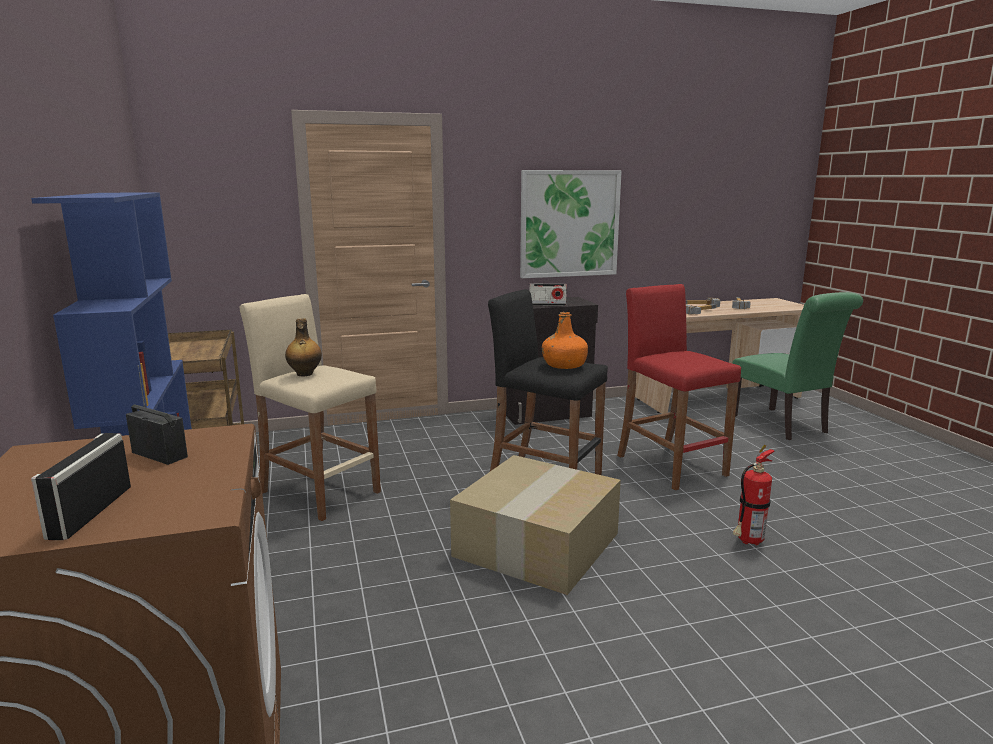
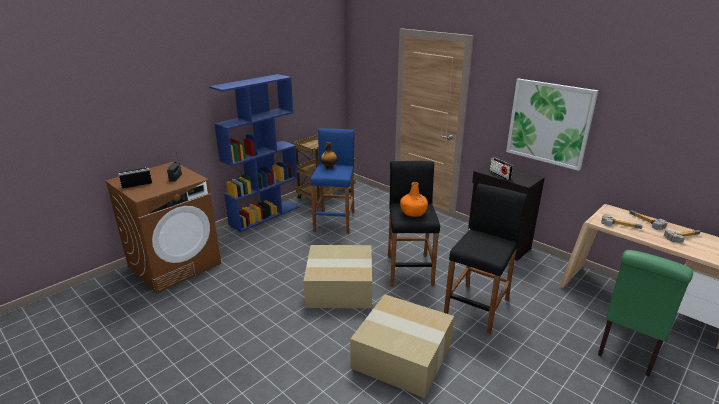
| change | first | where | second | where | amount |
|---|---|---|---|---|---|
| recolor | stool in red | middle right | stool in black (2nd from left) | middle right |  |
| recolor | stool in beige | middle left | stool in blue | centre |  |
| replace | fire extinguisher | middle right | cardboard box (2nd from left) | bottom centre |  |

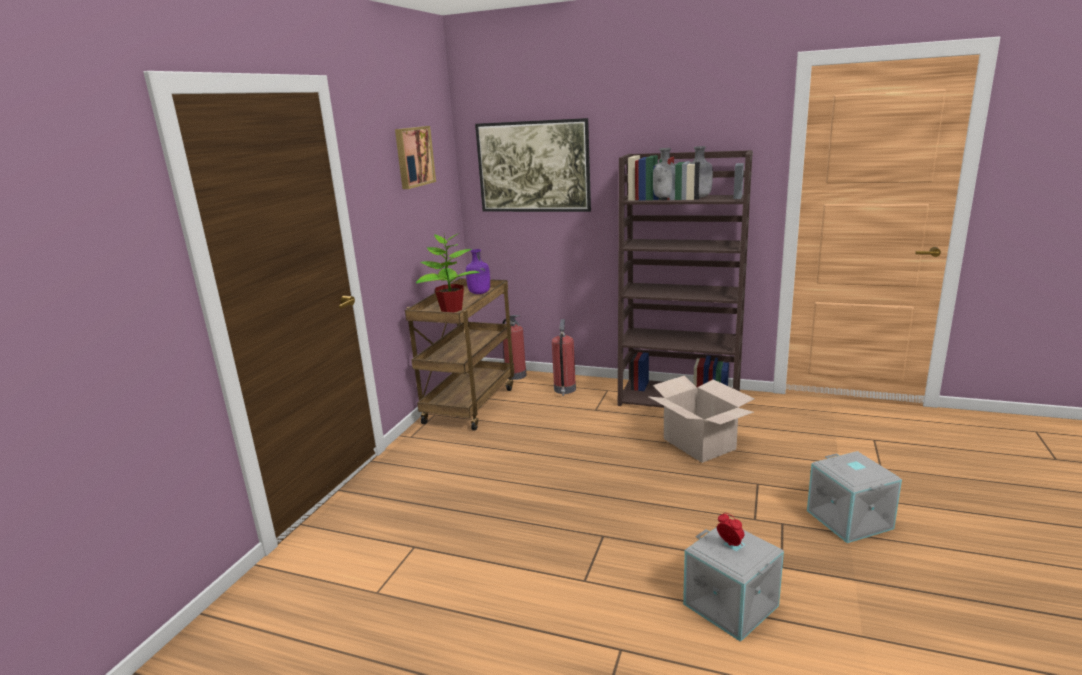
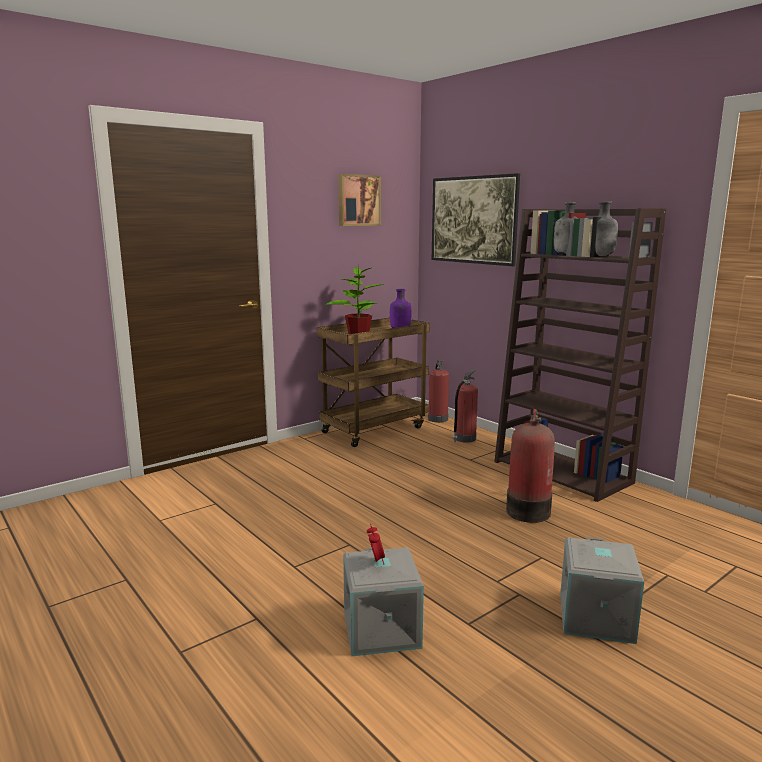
| change | first | where | second | where | amount |
|---|---|---|---|---|---|
| replace | cardboard box | centre | fire extinguisher (3rd from left) | middle right |  |

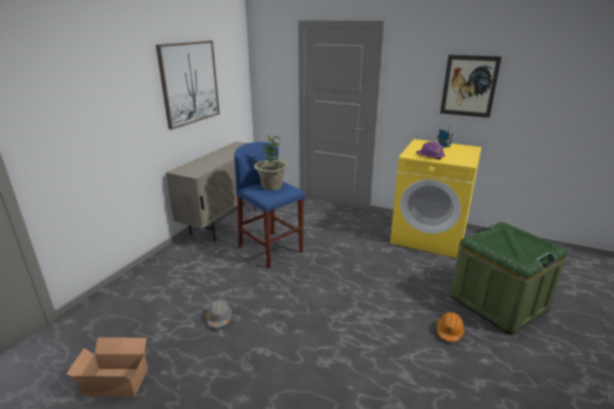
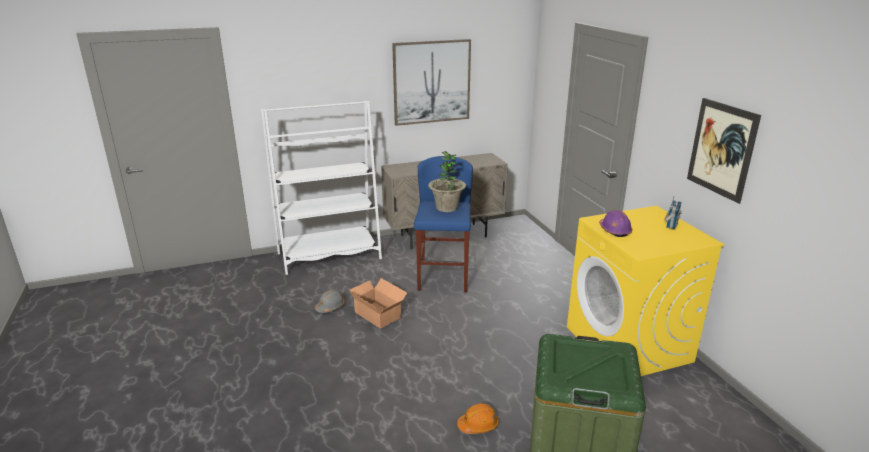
| change | first | where | second | where | amount |
|---|---|---|---|---|---|
| move | cardboard box | bottom left |  | bottom centre |  |
| insert |  |  | bookcase in white | centre |  |

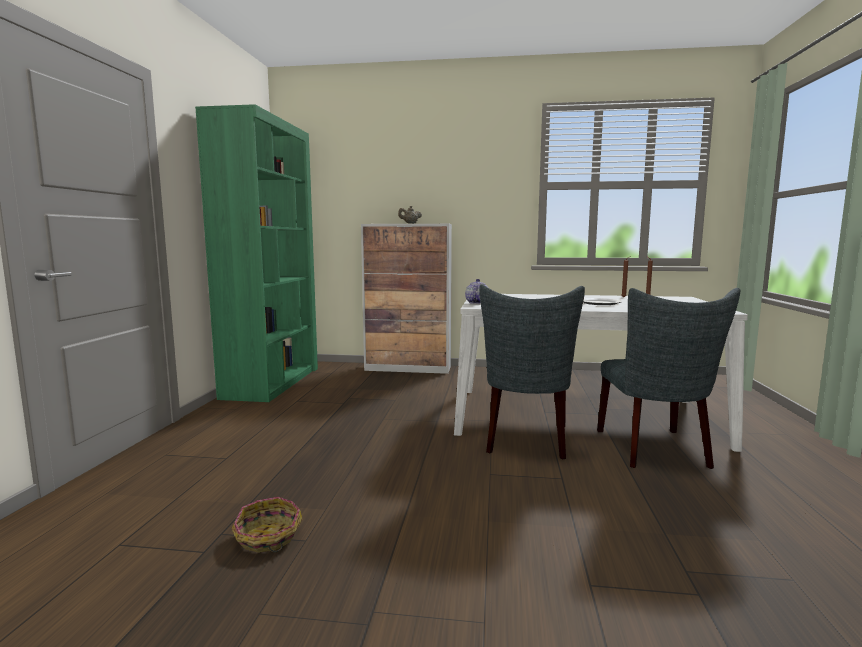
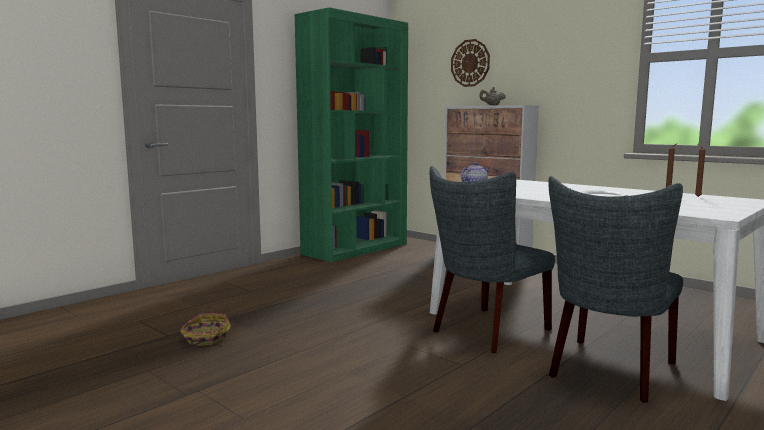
| change | first | where | second | where | amount |
|---|---|---|---|---|---|
| insert |  |  | wall clock | top centre |  |

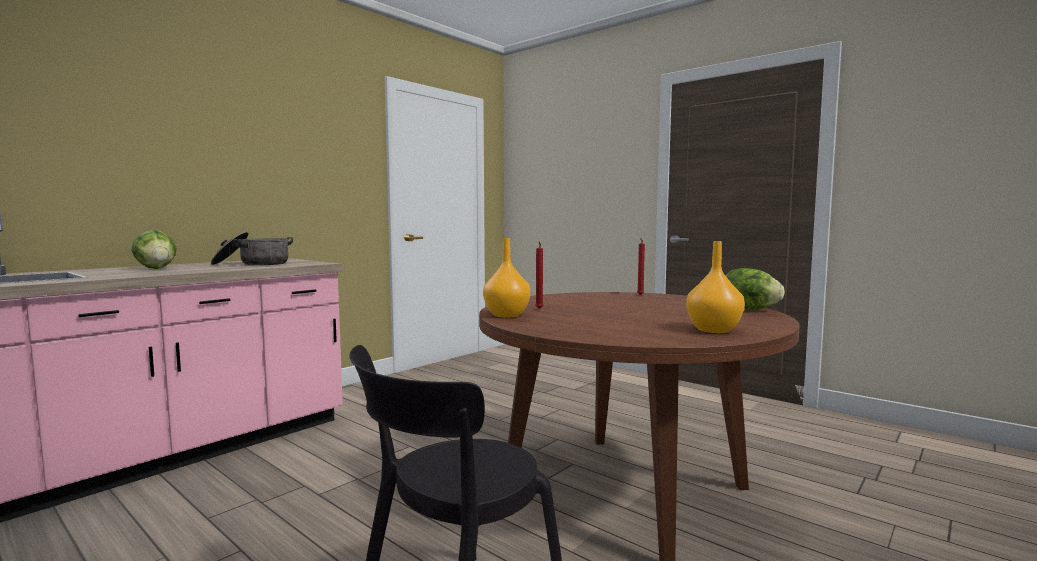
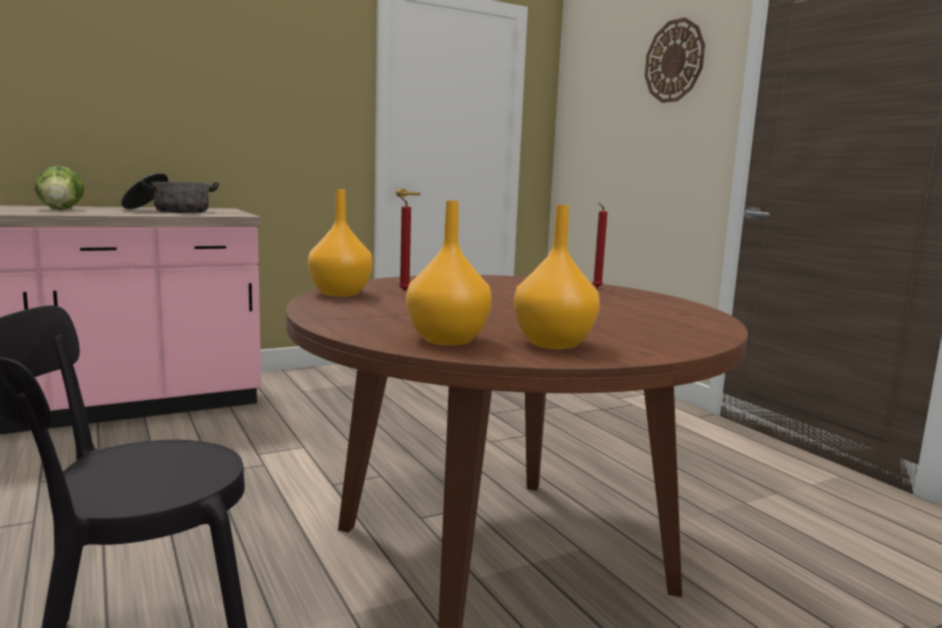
| change | first | where | second | where | amount |
|---|---|---|---|---|---|
| delete | lettuce (2nd from left) | middle right |  |  |  |
| insert |  |  | wall clock | top right |  |
| insert |  |  | vase in orange (2nd from left) | centre |  |

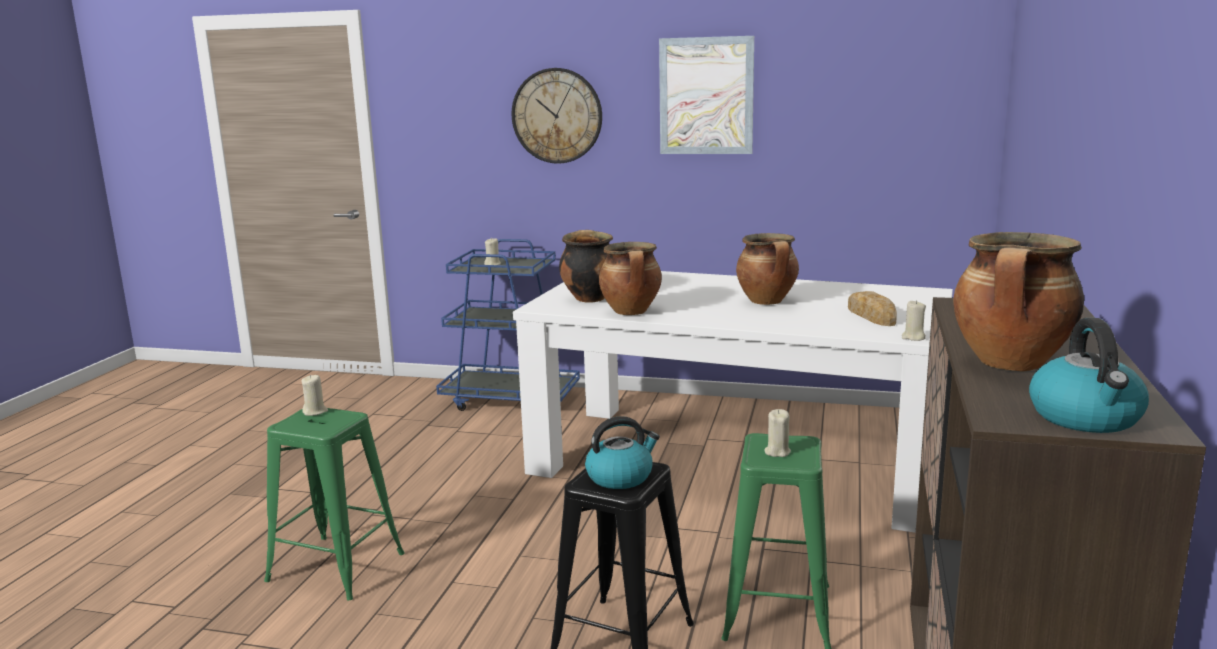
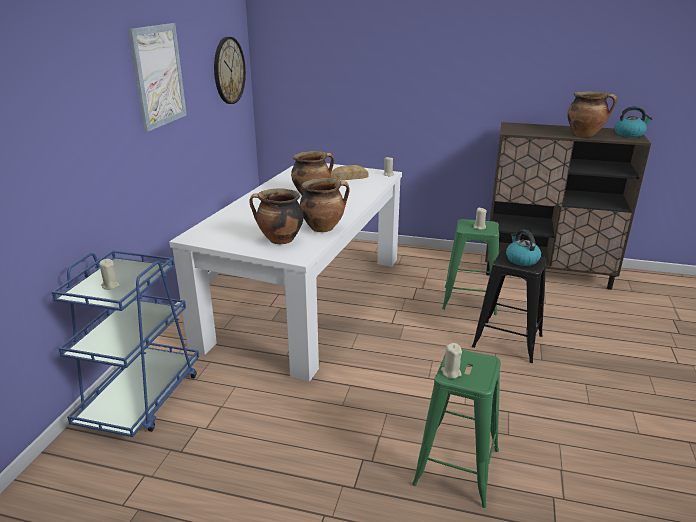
| change | first | where | second | where | amount |
|---|---|---|---|---|---|
| move | wall clock | top centre |  | top left |  |

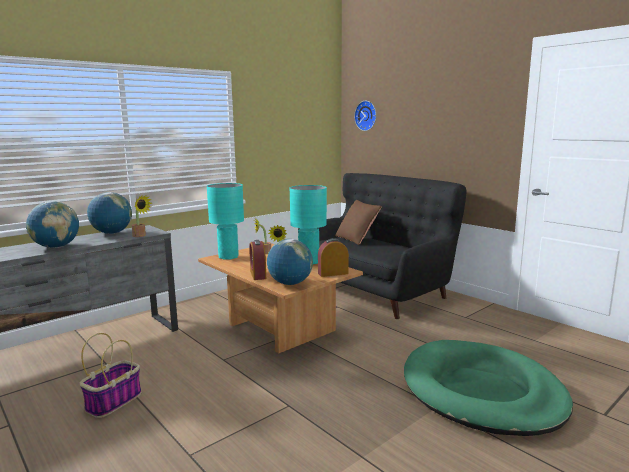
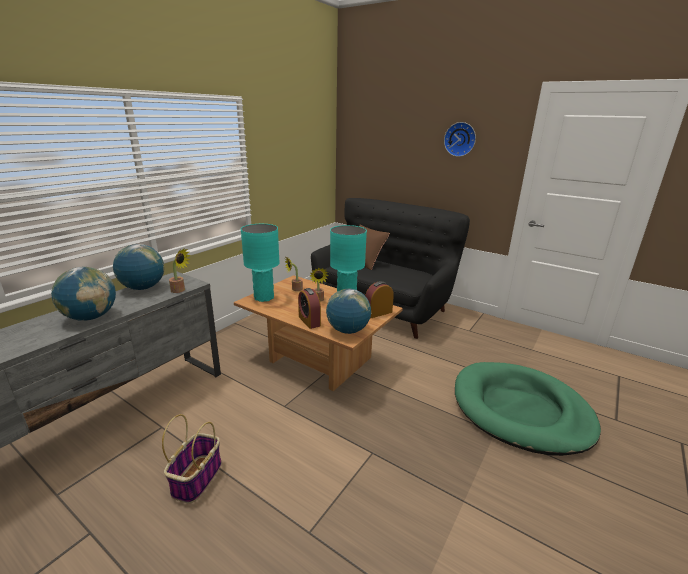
| change | first | where | second | where | amount |
|---|---|---|---|---|---|
| move | wall clock | top centre |  | top right |  |

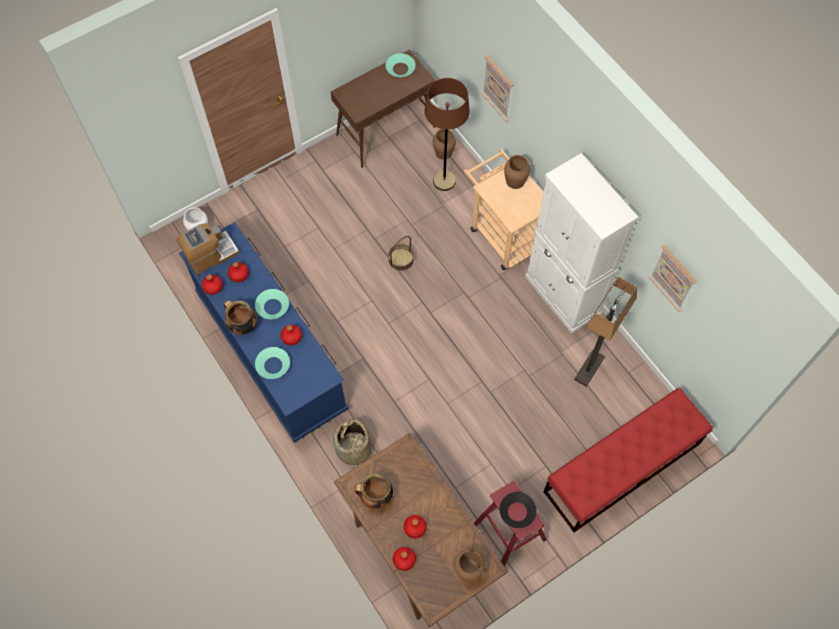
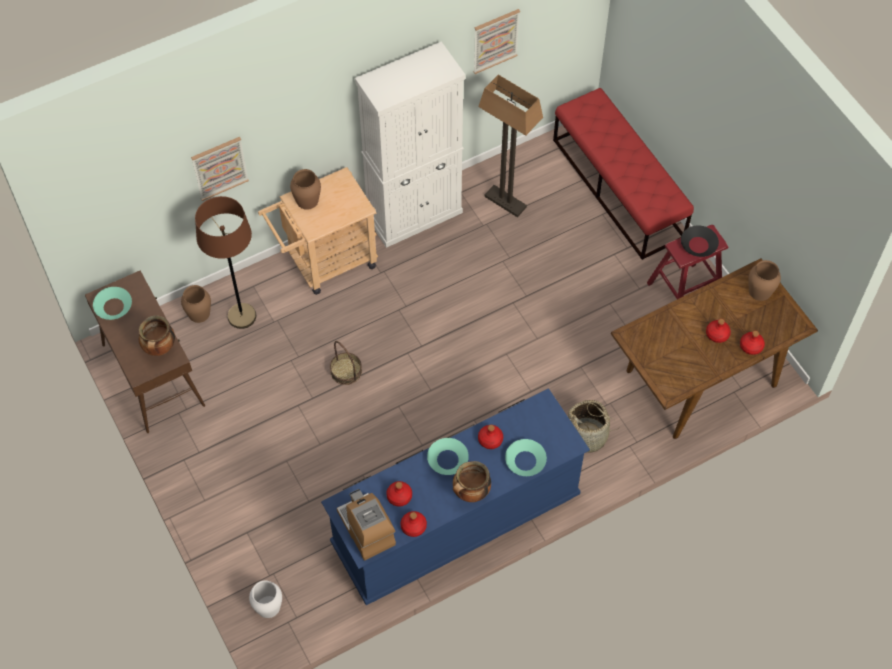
| change | first | where | second | where | amount |
|---|---|---|---|---|---|
| move | cooking pot (2nd from left in the first image) | bottom centre | cooking pot (1st from left) | middle left |  |

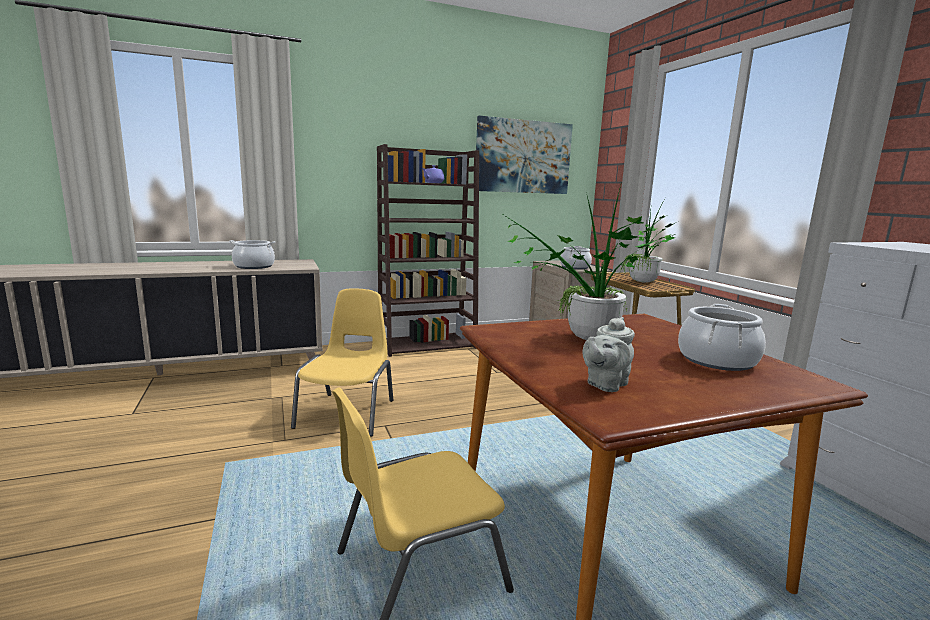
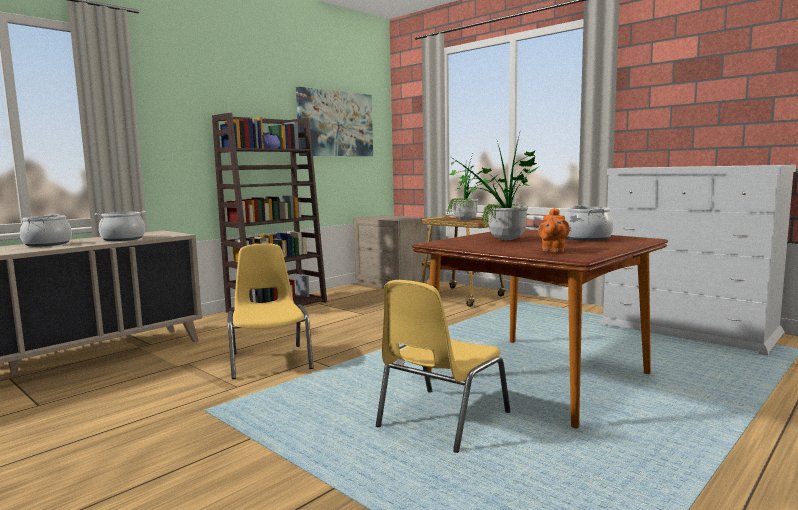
| change | first | where | second | where | amount |
|---|---|---|---|---|---|
| move | cooking pot (2nd from left in the first image) | centre | cooking pot (1st from left) | middle left |  |
| recolor | teapot in grey | centre | teapot in orange | middle right |  |

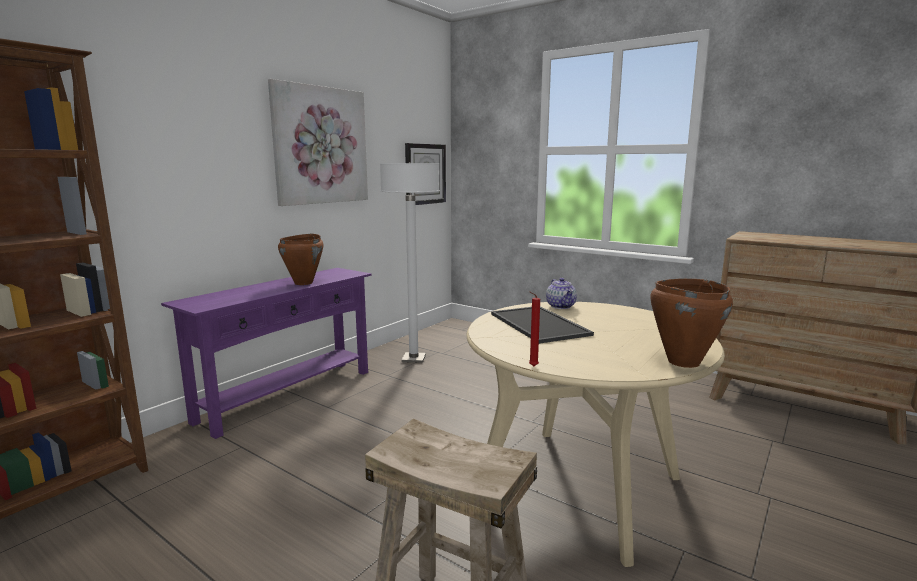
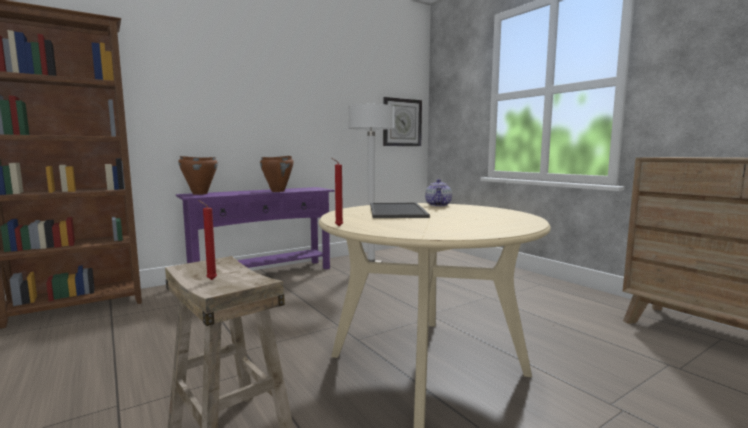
| change | first | where | second | where | amount |
|---|---|---|---|---|---|
| delete | picture | top centre |  |  |  |
| move | cooking pot in brown (2nd from left in the first image) | middle right | cooking pot in brown (1st from left) | middle left |  |
| insert |  |  | candle in red (1st from left) | middle left |  |

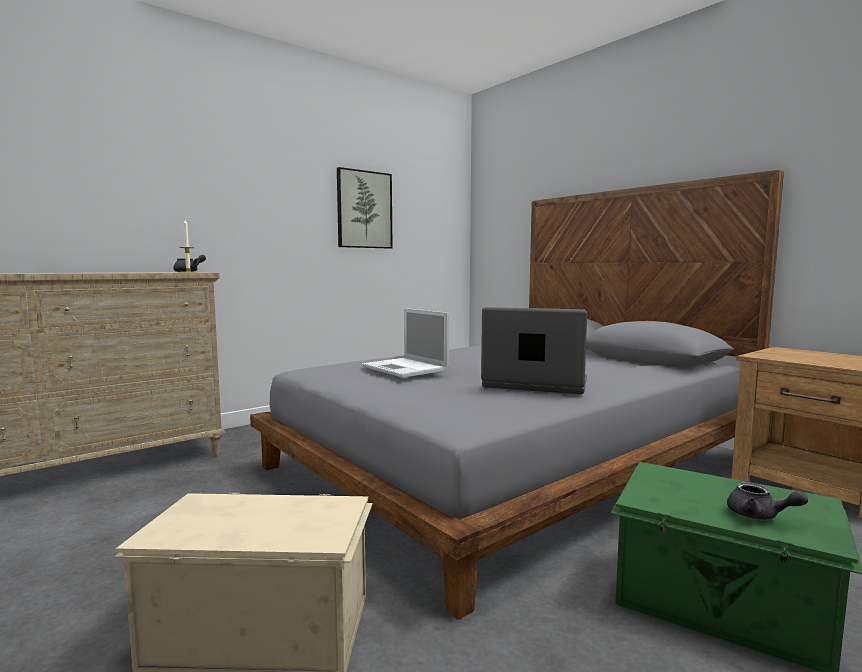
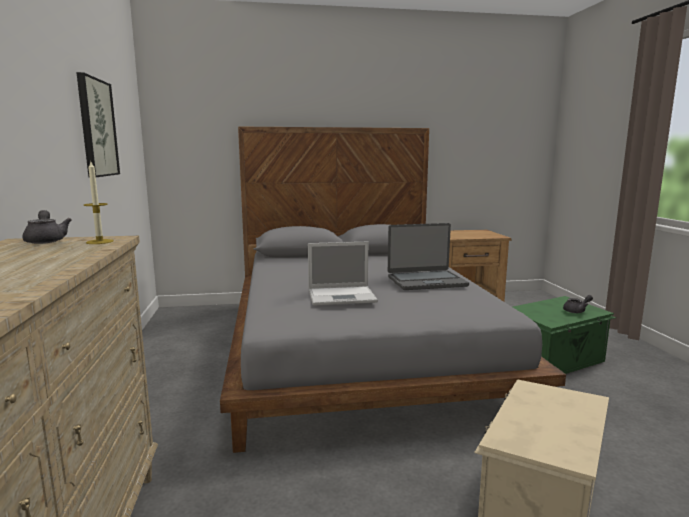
| change | first | where | second | where | amount |
|---|---|---|---|---|---|
| rotate | laptop (2nd from left) | centre |  | centre | 150 degrees counterclockwise |

